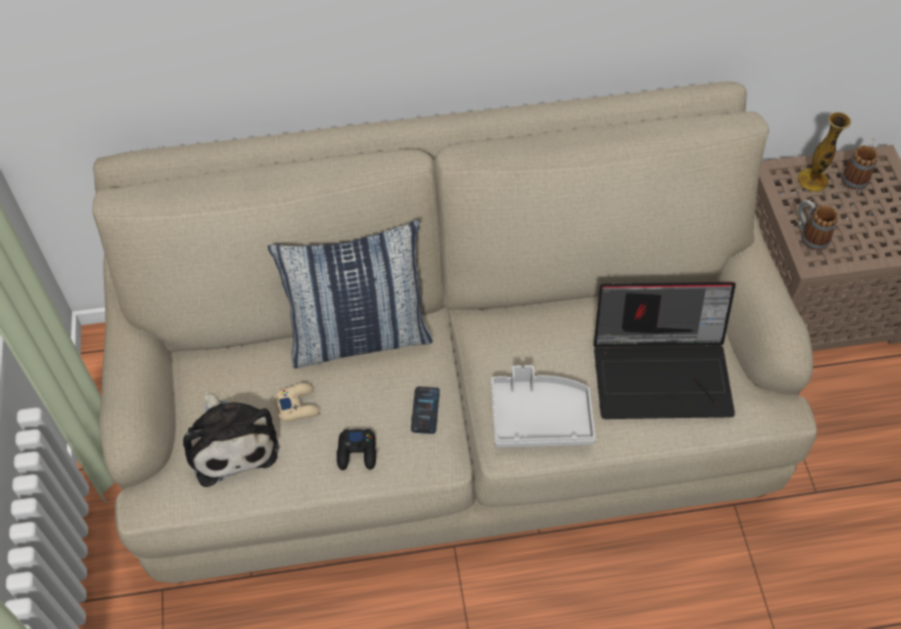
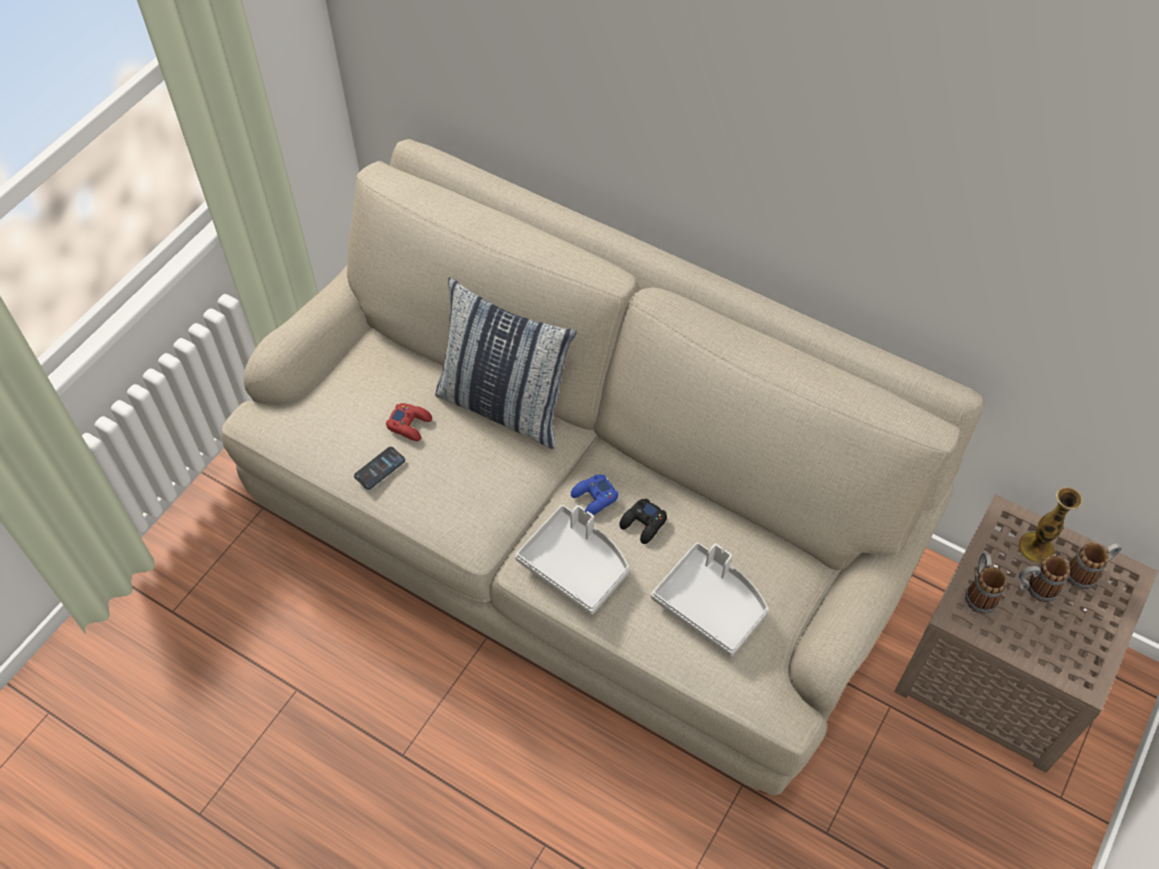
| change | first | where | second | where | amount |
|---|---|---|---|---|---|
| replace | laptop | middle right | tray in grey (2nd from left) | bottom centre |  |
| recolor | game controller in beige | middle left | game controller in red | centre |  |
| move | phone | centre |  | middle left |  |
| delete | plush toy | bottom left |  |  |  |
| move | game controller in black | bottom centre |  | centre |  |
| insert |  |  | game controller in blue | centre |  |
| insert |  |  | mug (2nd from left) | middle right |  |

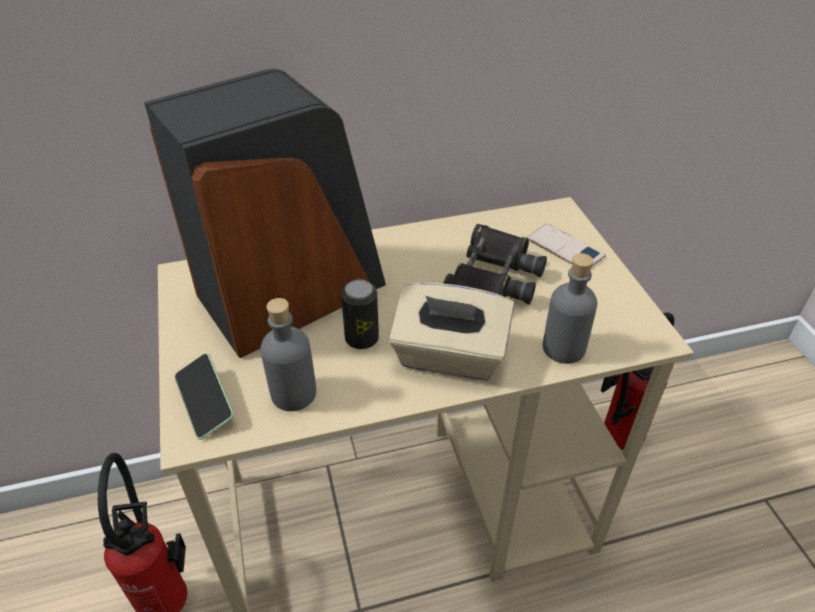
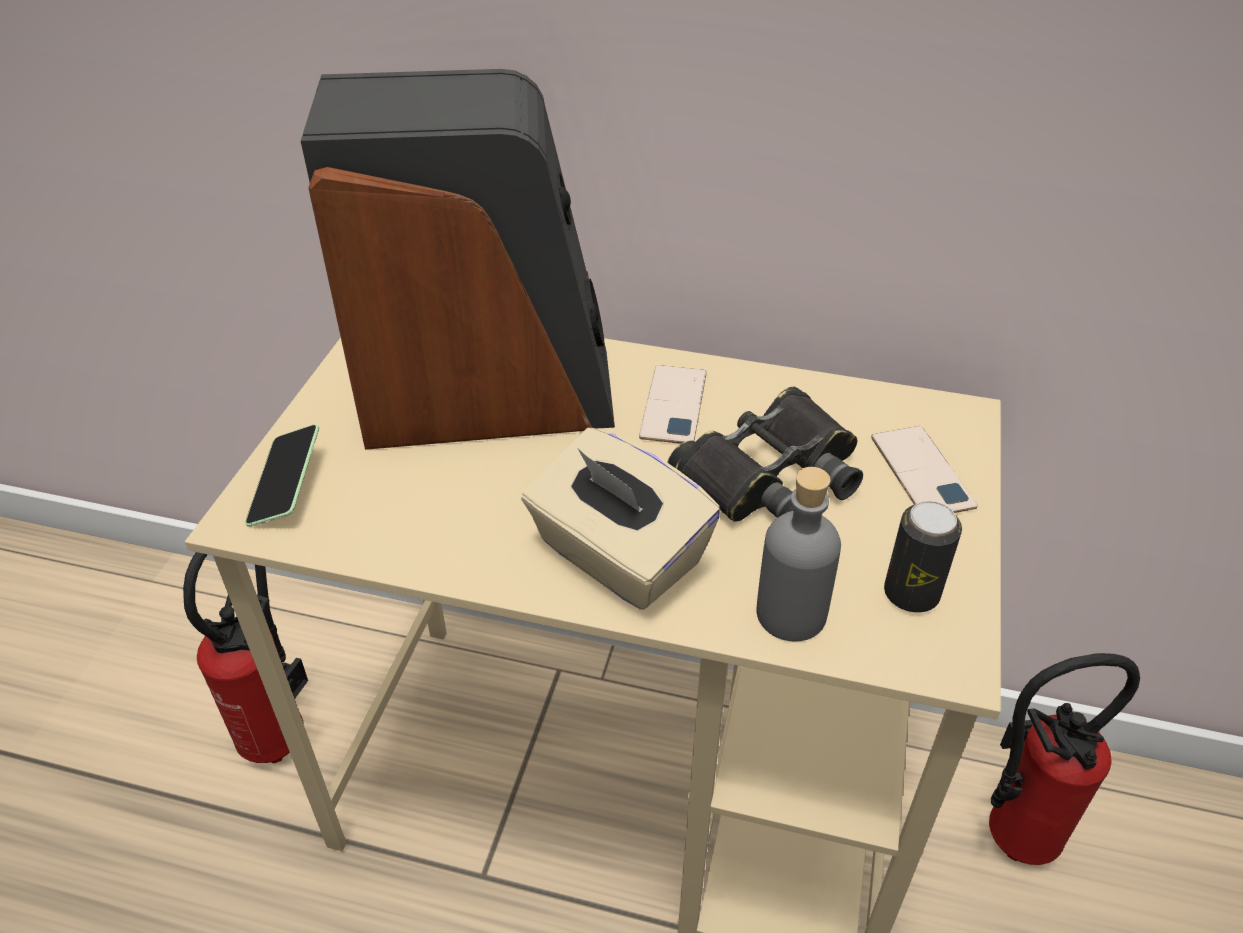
| change | first | where | second | where | amount |
|---|---|---|---|---|---|
| move | can | centre |  | middle right |  |
| delete | bottle in grey (1st from left) | centre |  |  |  |
| insert |  |  | phone (2nd from left) | centre |  |

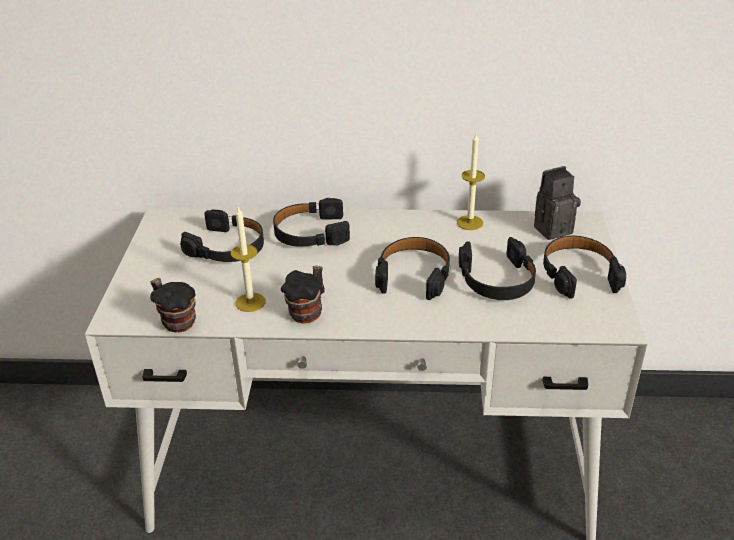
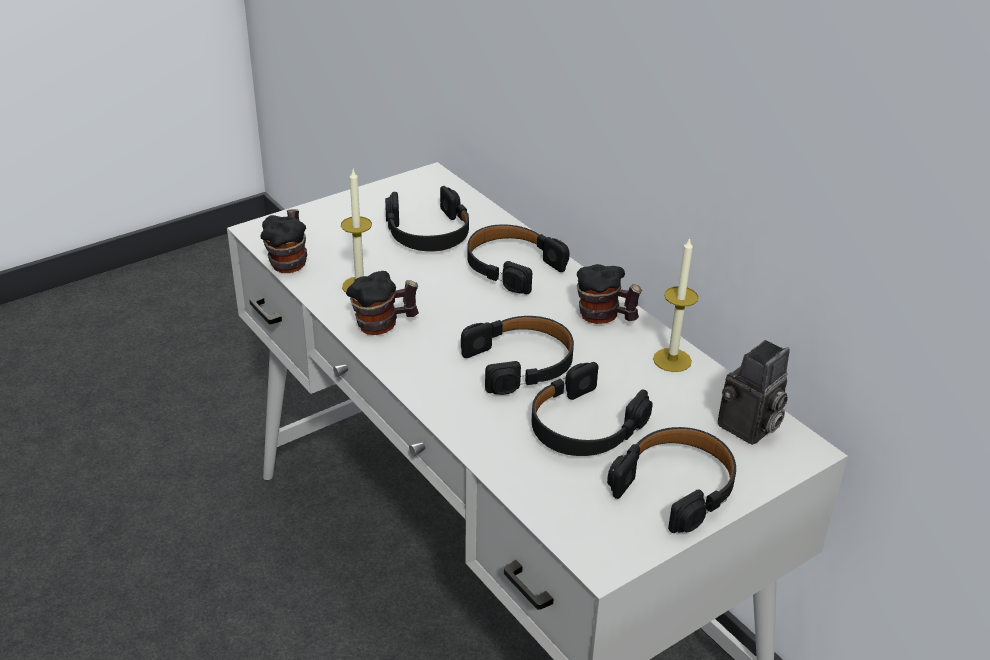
| change | first | where | second | where | amount |
|---|---|---|---|---|---|
| rotate | photo camera | middle right |  | middle right | 105 degrees clockwise |
| insert |  |  | mug (3rd from left) | centre |  |

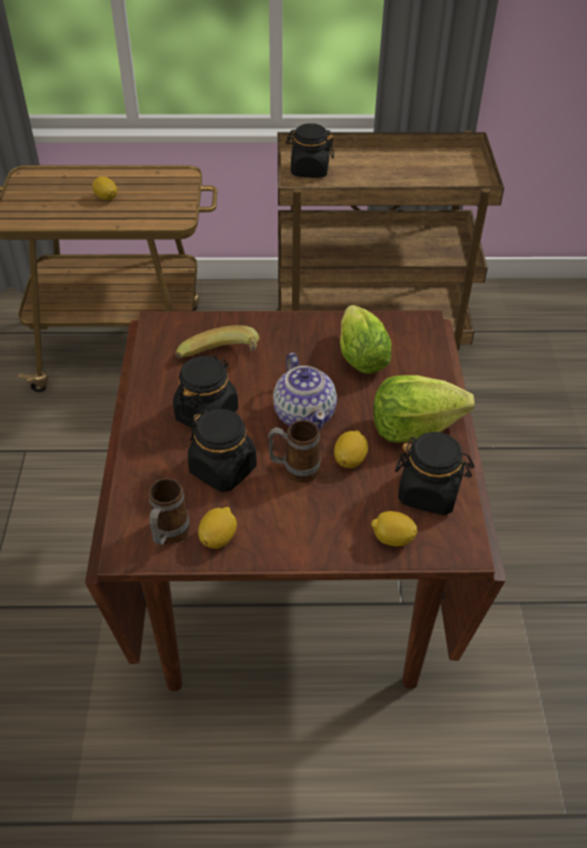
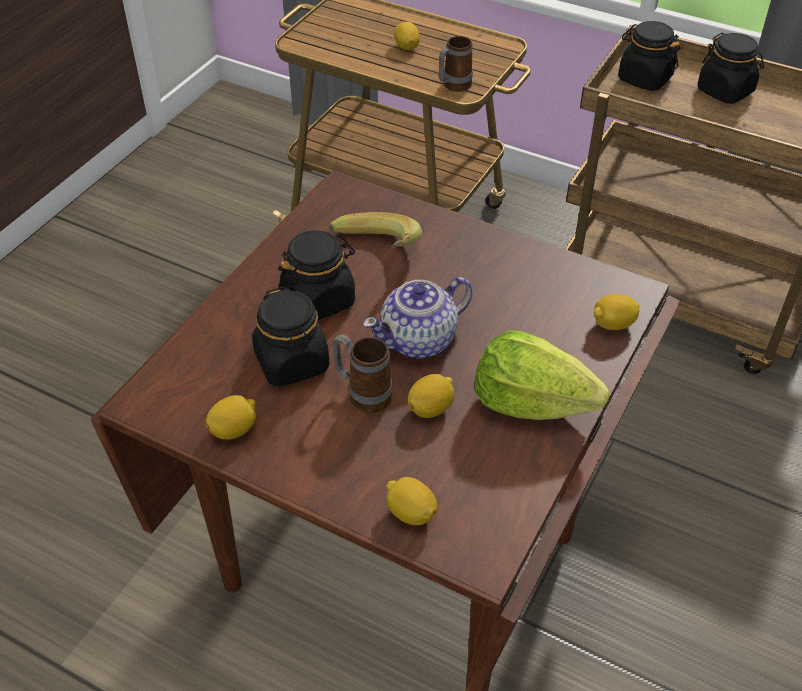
| change | first | where | second | where | amount |
|---|---|---|---|---|---|
| delete | lettuce (1st from left) | centre |  |  |  |
| rotate | teapot | centre |  | centre | 45 degrees clockwise |
| move | jar in black (4th from left) | middle right |  | top right |  |
| move | mug (1st from left in the first image) | middle left | mug (2nd from left) | top centre |  |
| insert |  |  | lemon (5th from left) | middle right |  |

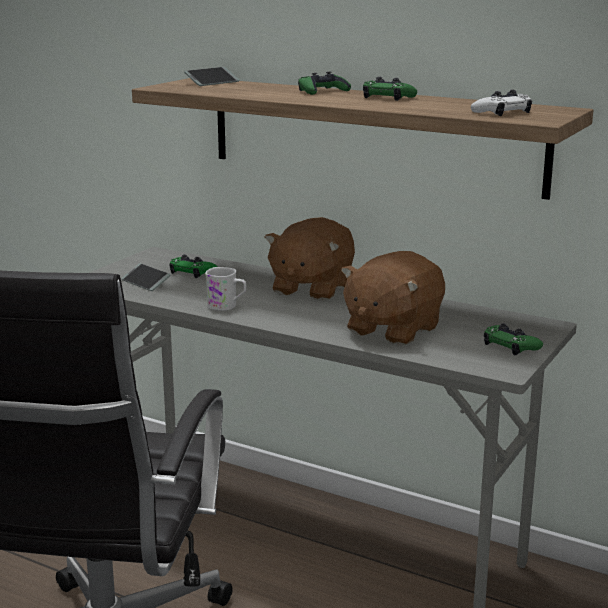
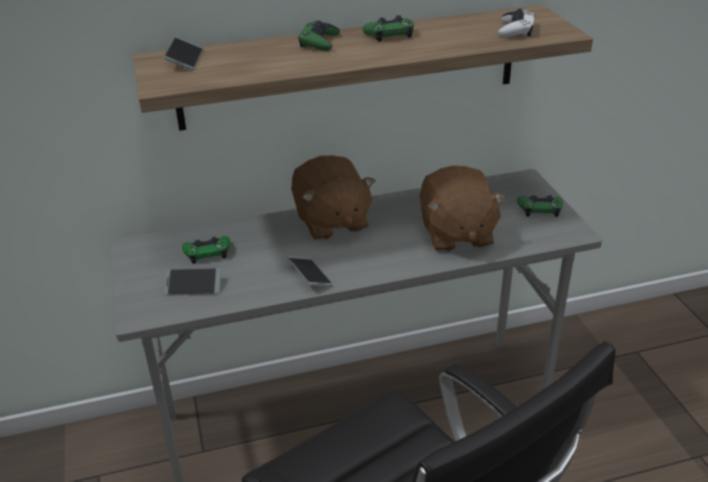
| change | first | where | second | where | amount |
|---|---|---|---|---|---|
| replace | mug in white | centre | phone (3rd from left) | centre |  |

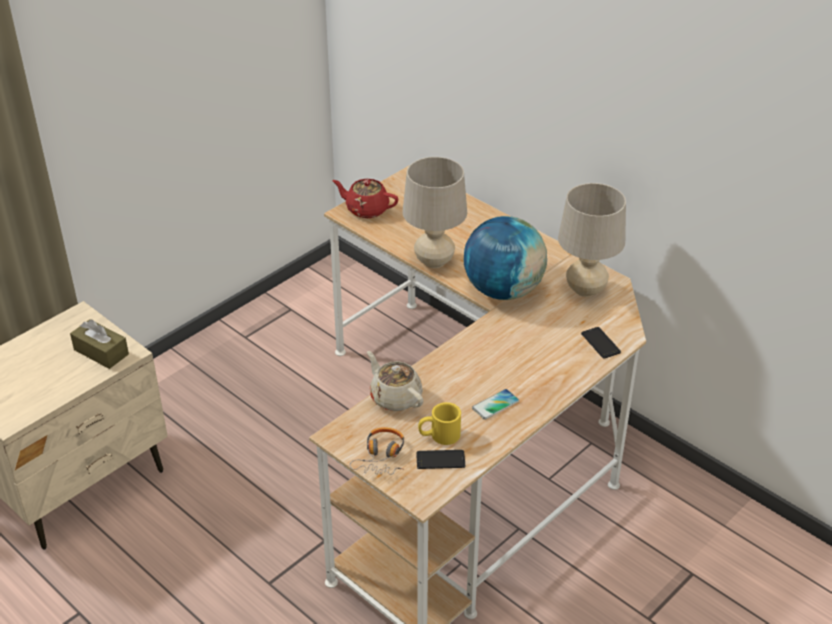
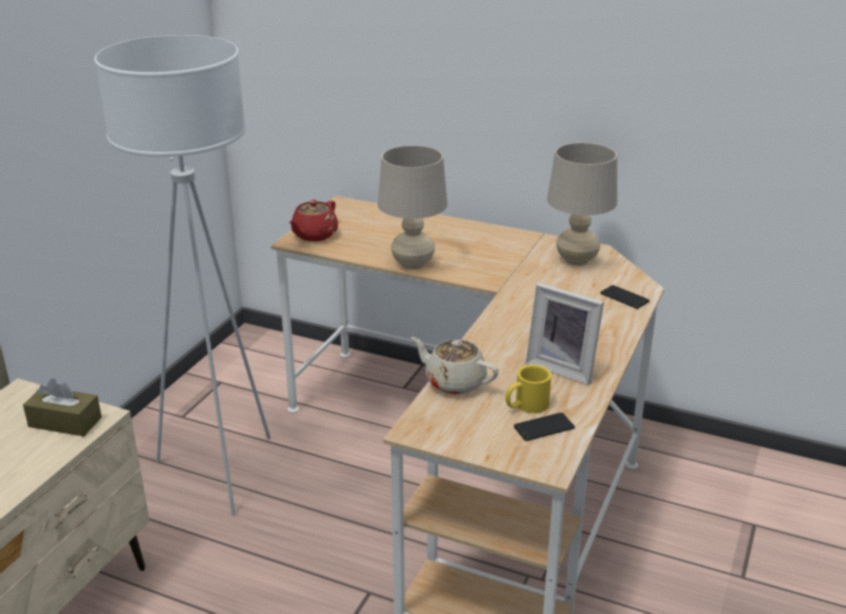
| change | first | where | second | where | amount |
|---|---|---|---|---|---|
| rotate | teapot in red | top centre |  | centre | 60 degrees counterclockwise |
| delete | globe | centre |  |  |  |
| replace | phone (2nd from left) | centre | picture frame | middle right |  |
| delete | headphones | bottom centre |  |  |  |
| insert |  |  | floor lamp in white | middle left |  |

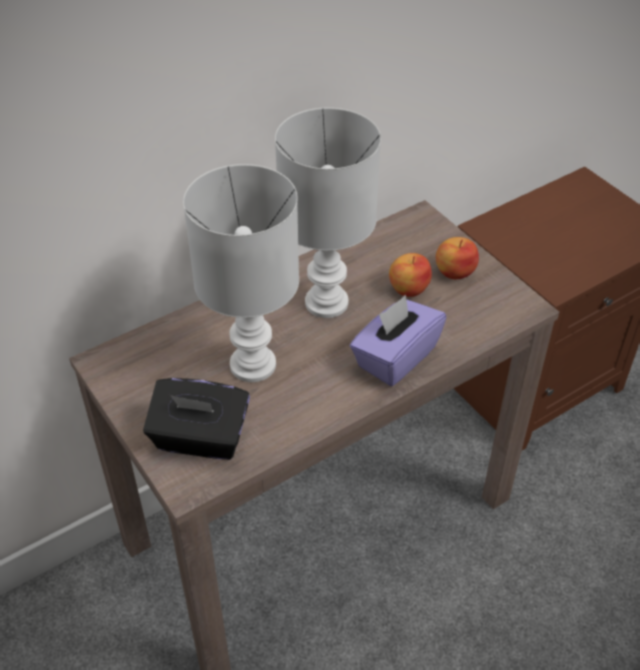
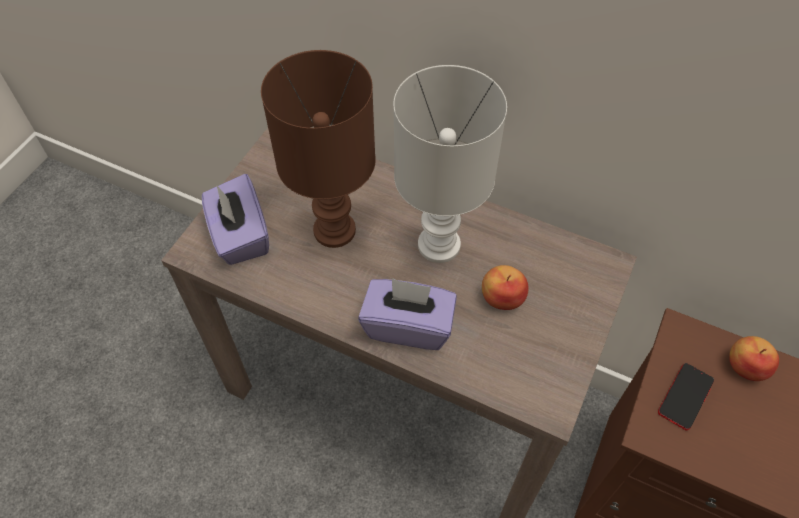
| change | first | where | second | where | amount |
|---|---|---|---|---|---|
| recolor | table lamp in white (1st from left) | centre | table lamp in brown | top centre |  |
| move | apple (2nd from left) | middle right |  | bottom right |  |
| recolor | tissue box in black | middle left | tissue box in purple (1st from left) | middle left |  |
| insert |  |  | phone | bottom right |  |

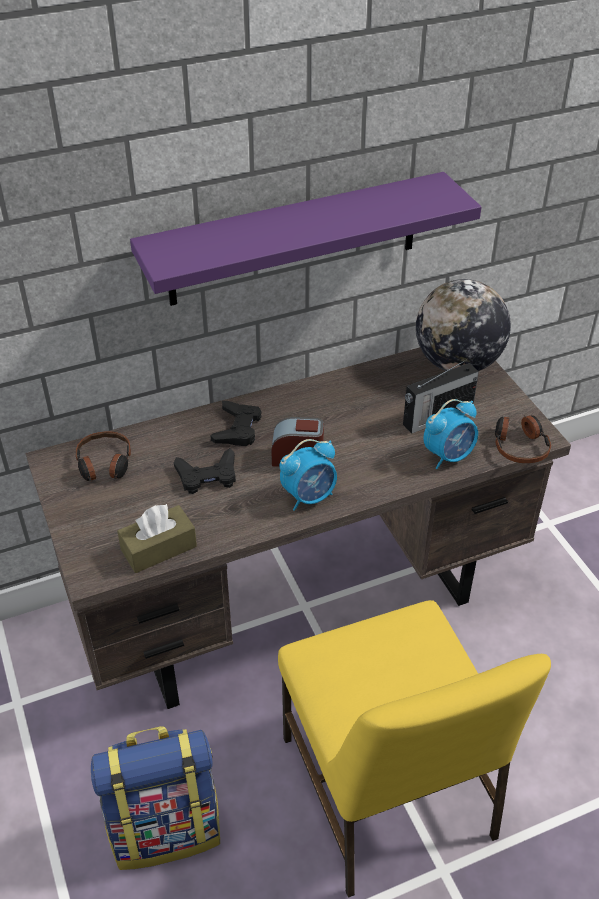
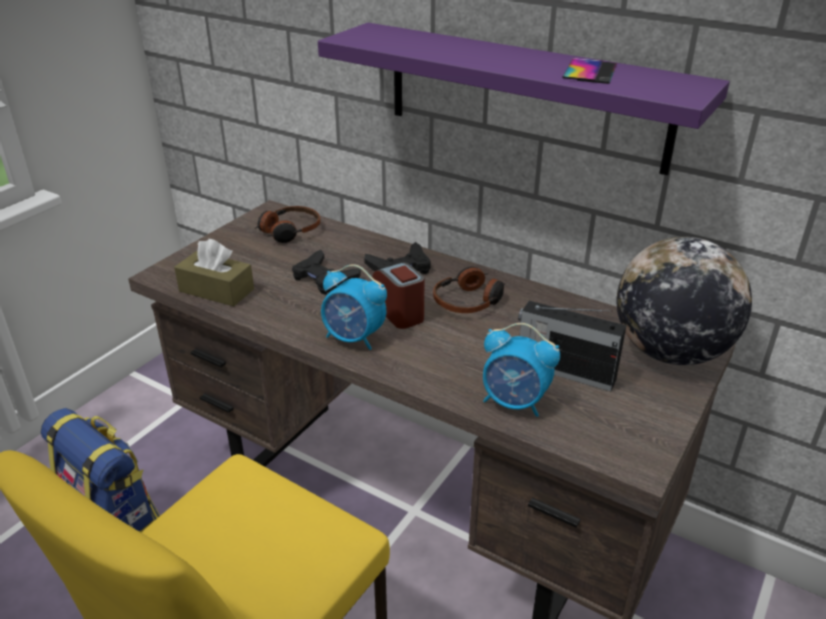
| change | first | where | second | where | amount |
|---|---|---|---|---|---|
| move | headphones (2nd from left) | middle right |  | centre |  |
| insert |  |  | phone | top right |  |

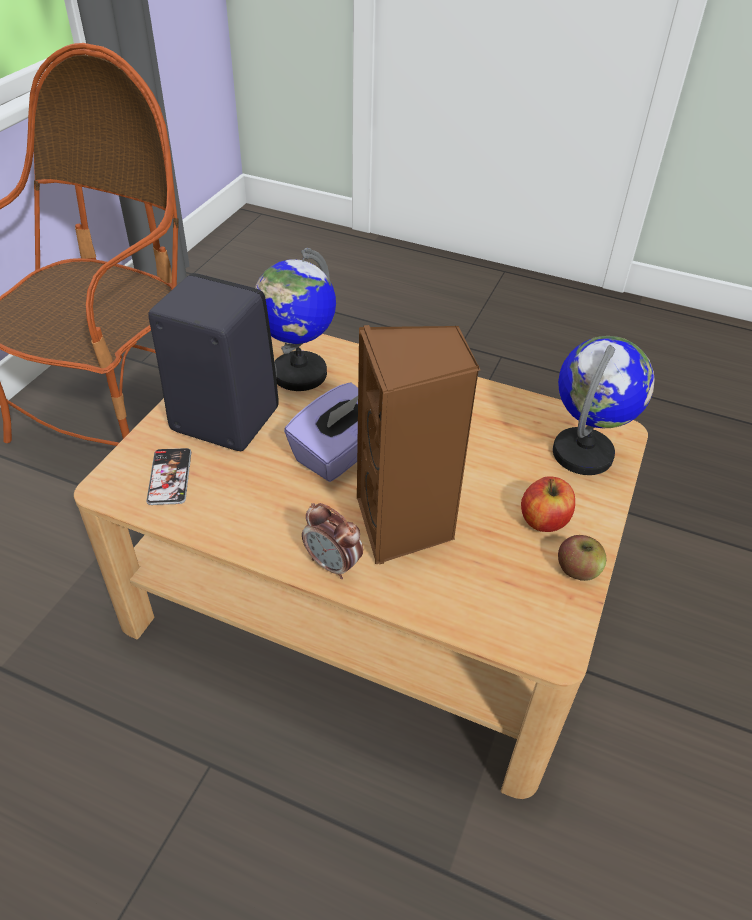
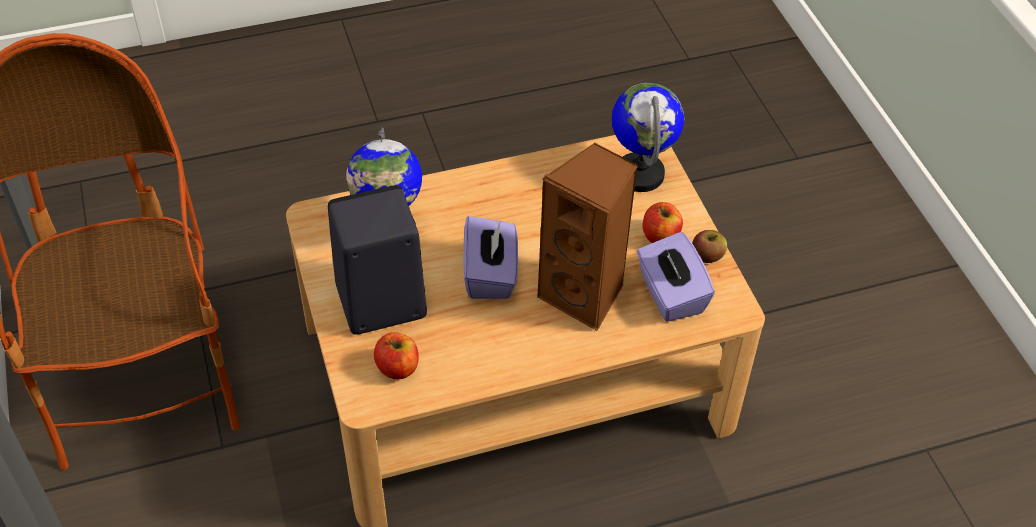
| change | first | where | second | where | amount |
|---|---|---|---|---|---|
| replace | phone | middle left | apple (1st from left) | bottom centre |  |
| delete | alarm clock | centre |  |  |  |
| insert |  |  | tissue box in purple (2nd from left) | centre |  |

